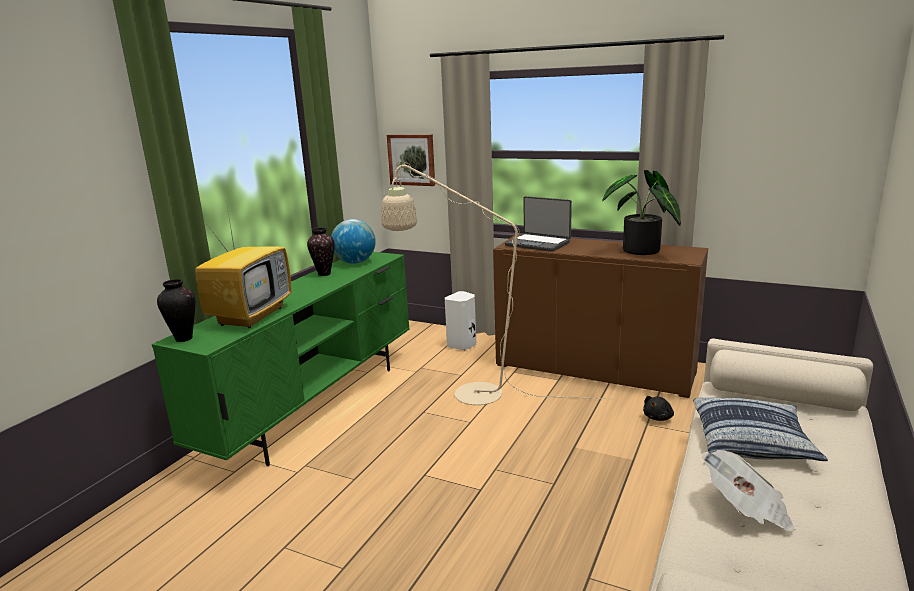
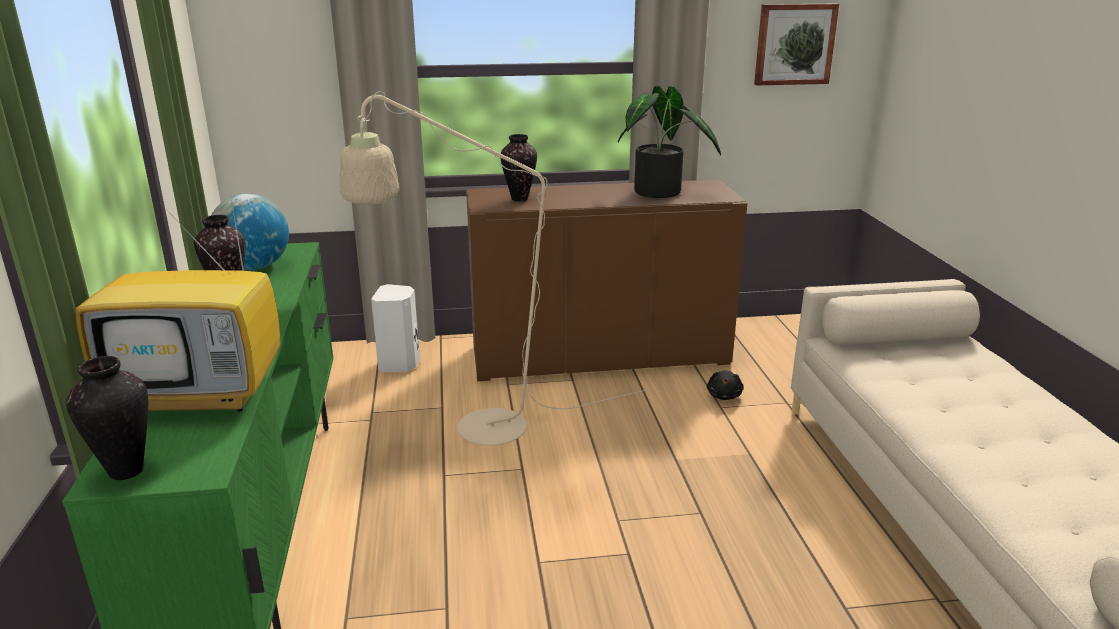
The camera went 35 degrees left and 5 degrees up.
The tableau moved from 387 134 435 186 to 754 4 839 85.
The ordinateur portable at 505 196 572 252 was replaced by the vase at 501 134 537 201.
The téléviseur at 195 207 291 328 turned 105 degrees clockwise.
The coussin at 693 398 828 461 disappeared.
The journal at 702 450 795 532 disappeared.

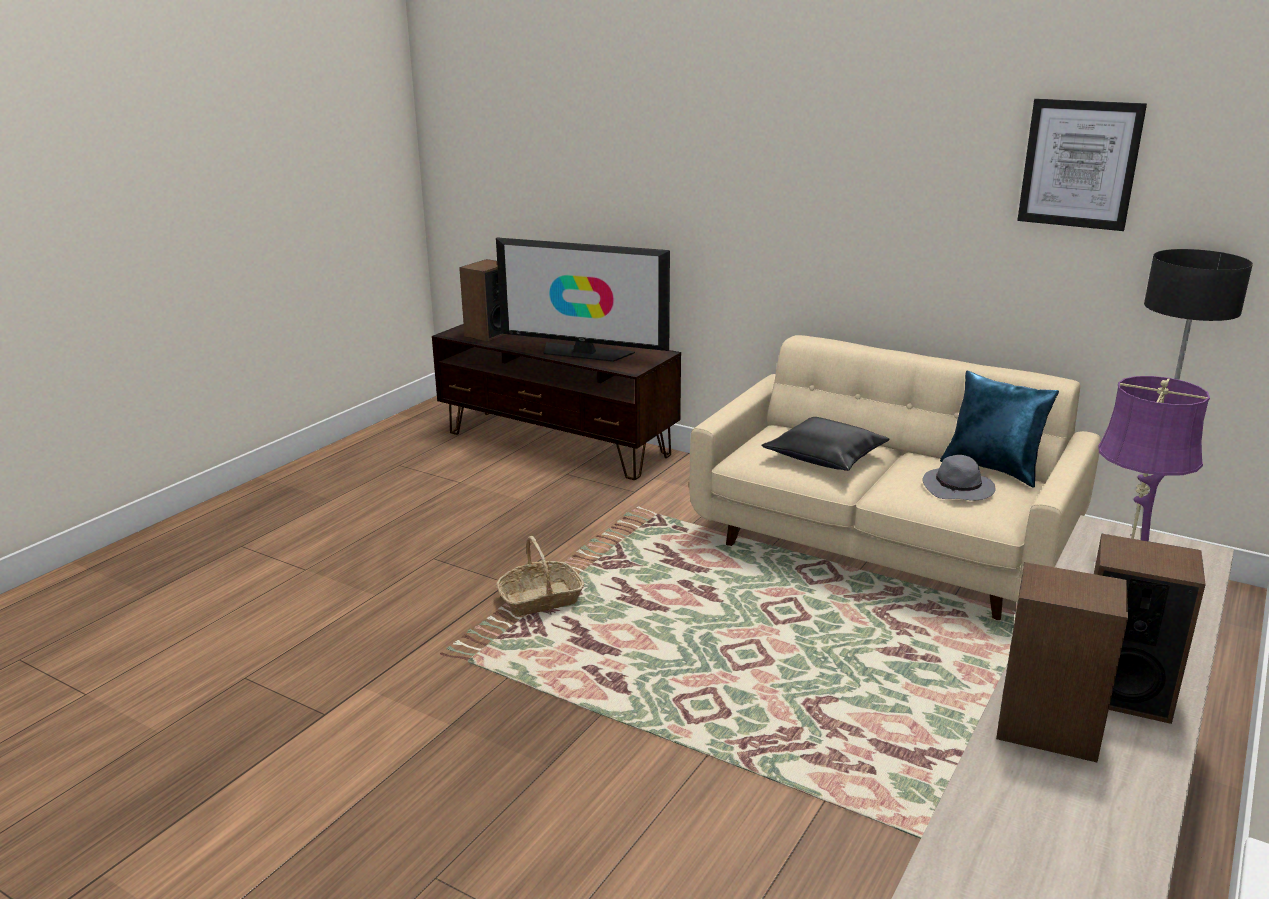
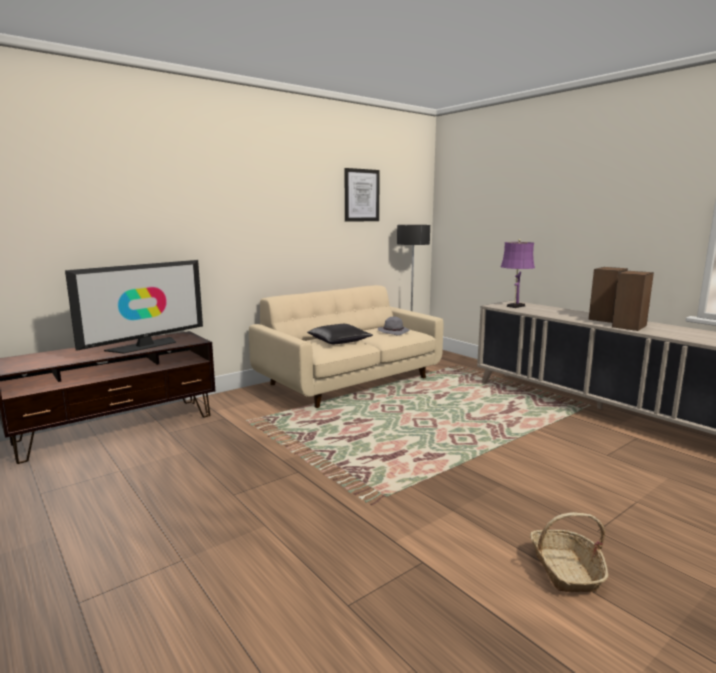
The camera went 70 degrees left and 10 degrees down.
The enceinte at 459 259 506 341 disappeared.
The coussin/bleu at 940 371 1059 488 disappeared.
The panier moved from 496 536 584 616 to 530 512 608 593.

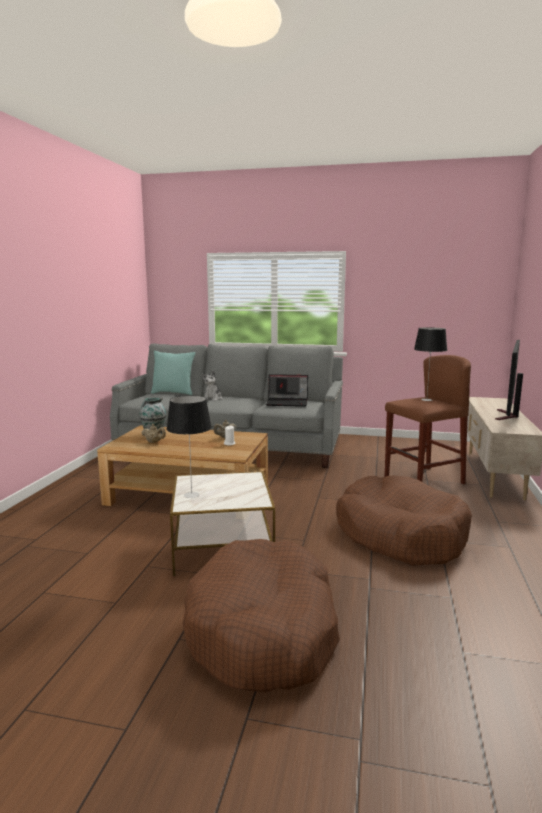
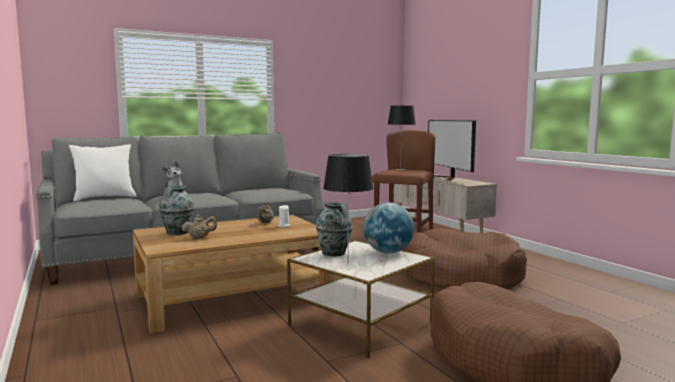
The camera went 40 degrees left and 5 degrees down.
The coussin/turquoise at 151 351 196 395 became the coussin/blanc at 69 144 136 202.
The ordinateur portable at 266 374 308 407 disappeared.
The vase at 316 202 353 257 appeared.
The globe at 363 202 414 254 appeared.

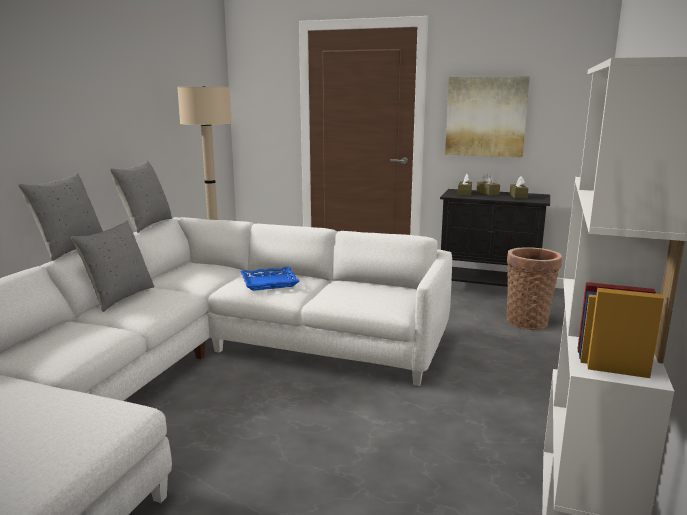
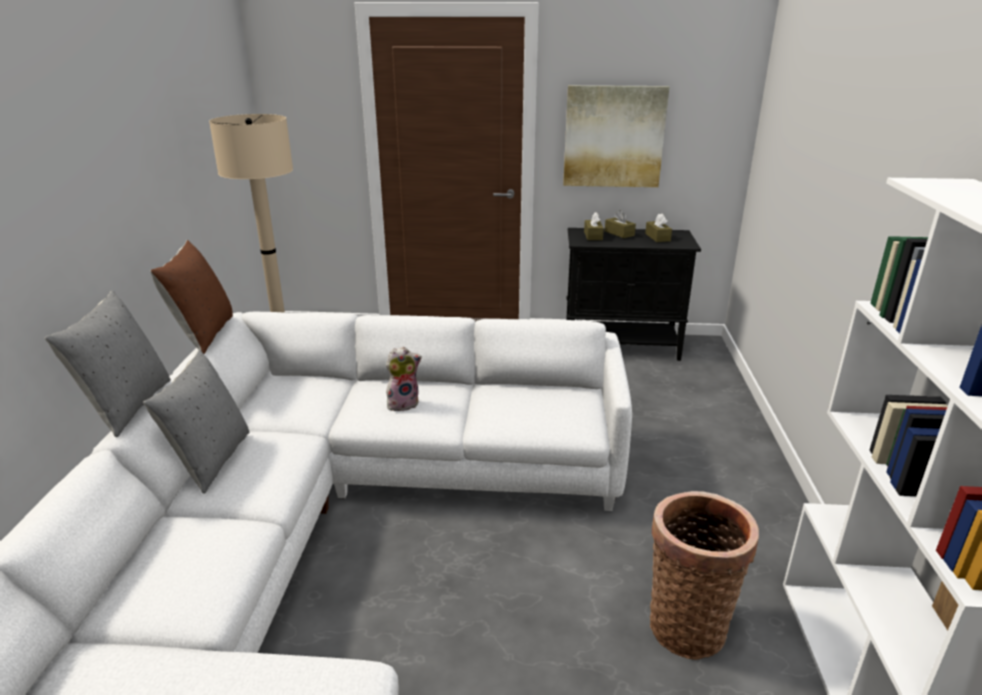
The camera went 15 degrees left and 10 degrees up.
The coussin/gris at 110 161 172 233 became the coussin/marron at 150 240 233 354.
The panier moved from 506 247 562 330 to 650 491 759 660.
The plateau/bleu at 240 267 300 291 was replaced by the peluche at 386 347 422 411.

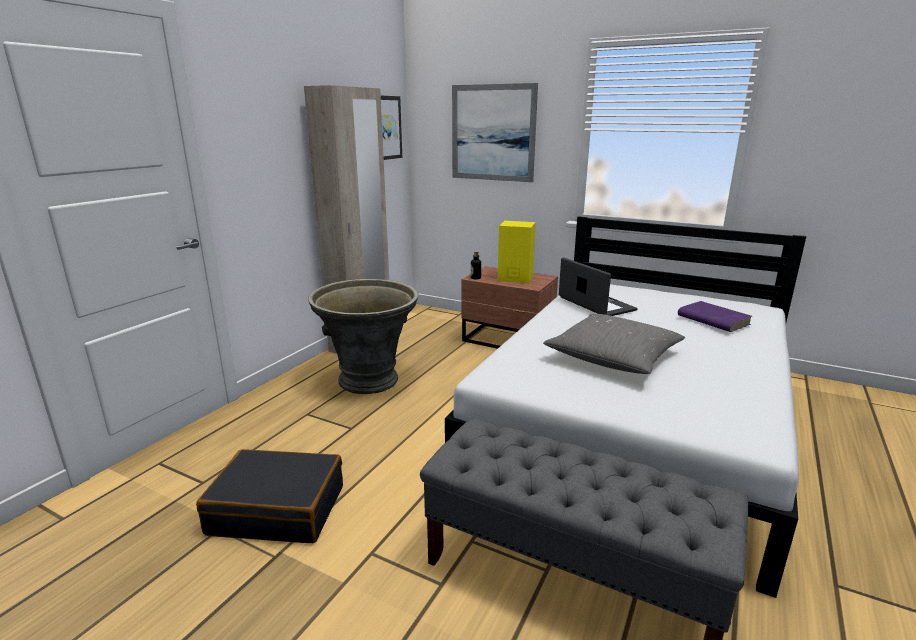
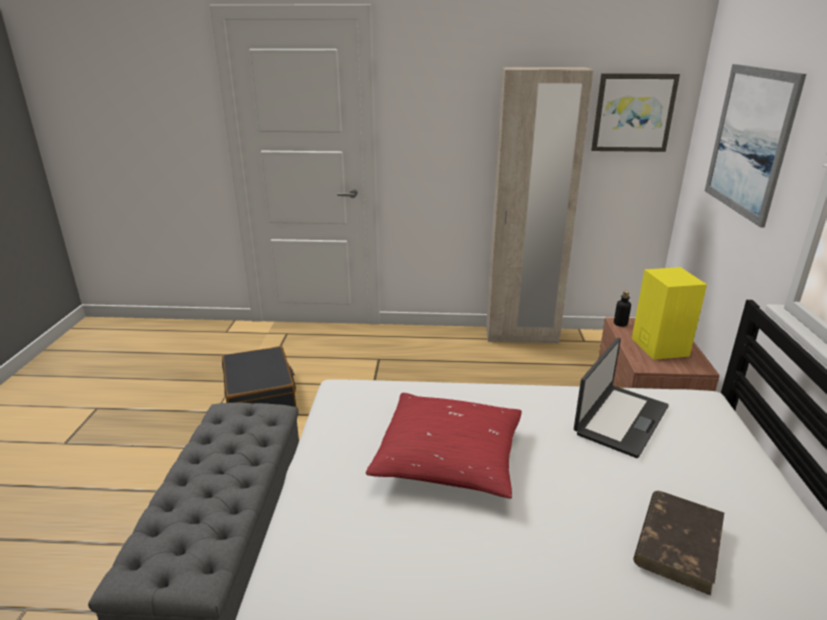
The camera went 65 degrees right and 5 degrees up.
The cache-pot/gris at 308 279 418 394 disappeared.
The livre/violet at 678 301 752 332 became the livre/marron at 633 491 724 596.
The coussin/gris at 543 314 685 374 became the coussin/rouge at 366 393 522 499.

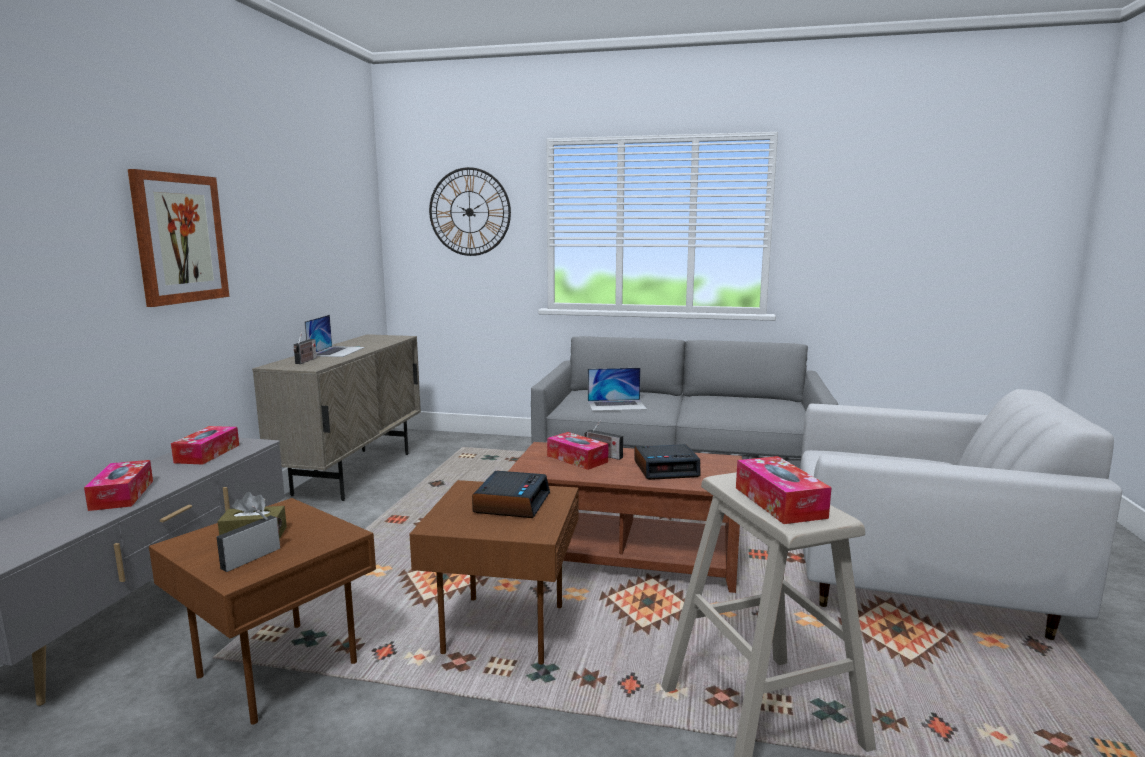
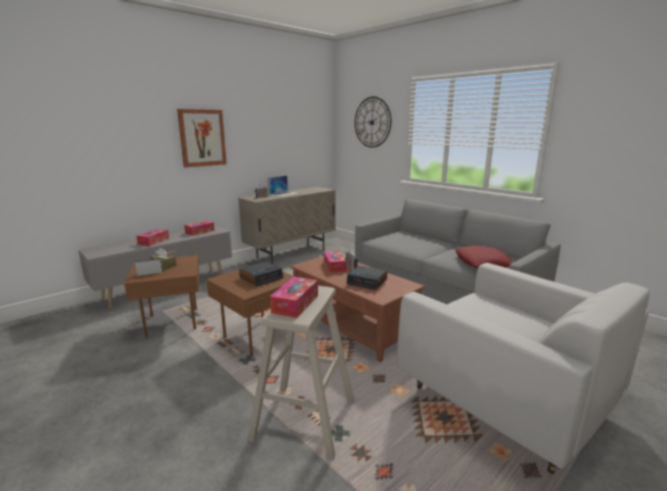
The camera went 35 degrees right and 5 degrees up.
The ordinateur portable at 588 368 647 411 disappeared.
The coussin/rouge at 455 246 513 268 appeared.

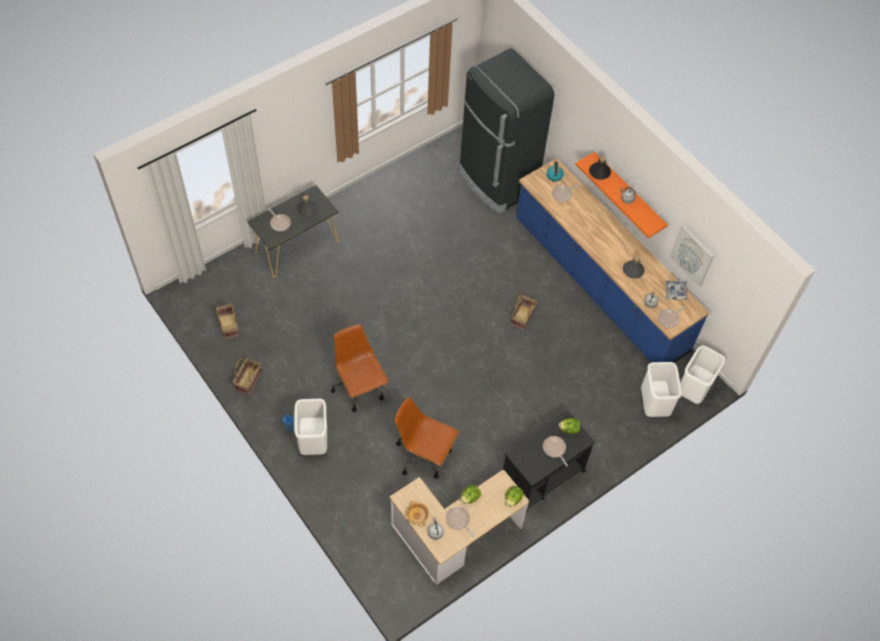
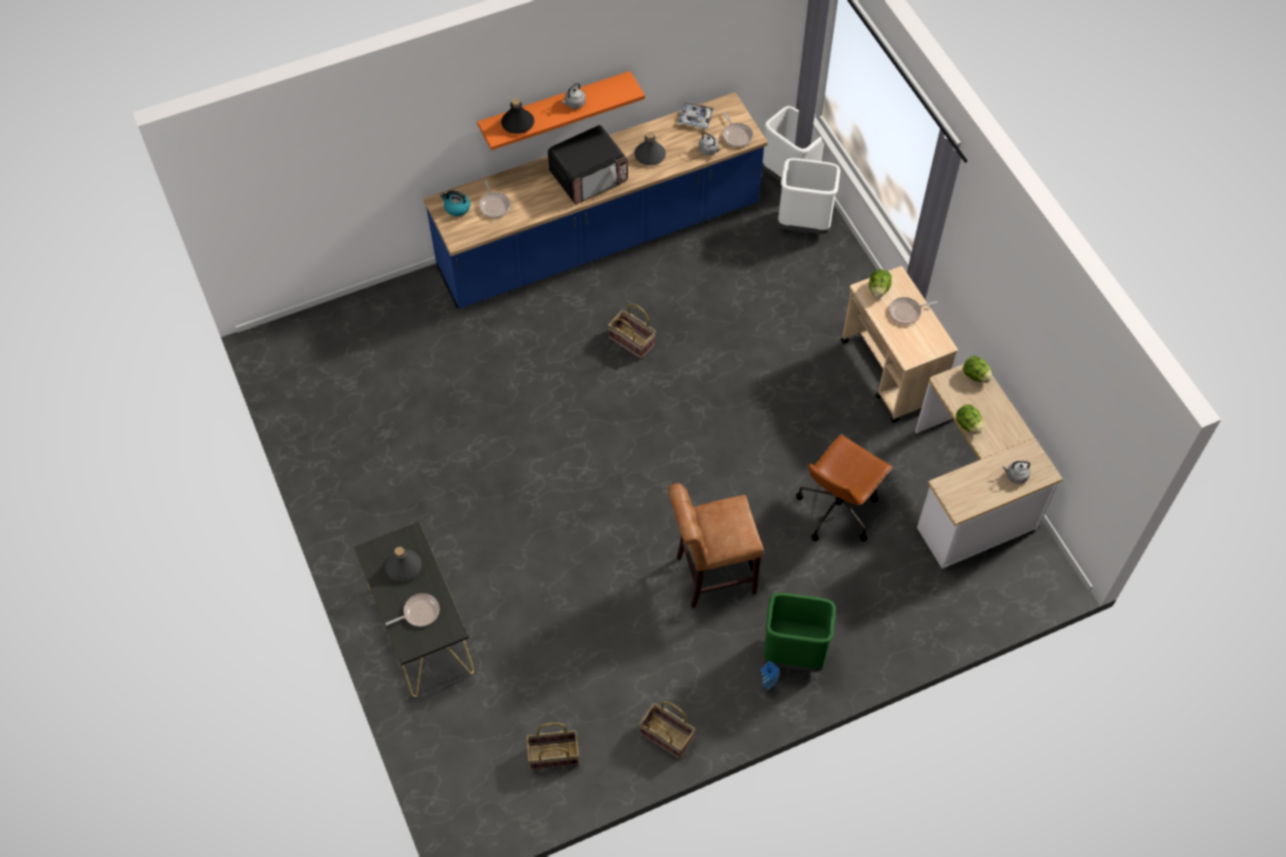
The camera went 75 degrees left and 0 degrees up.
The réfrigérateur/noir at 459 48 554 214 disappeared.
The tableau at 670 225 714 287 disappeared.
The chaise de bureau/marron at 331 324 388 412 was replaced by the tabouret/marron at 669 483 764 608.
The poubelle/blanc at 294 399 328 457 became the poubelle/vert at 763 593 836 672.
The chariot/noir at 503 411 595 513 became the chariot/beige at 841 266 958 423.
The bol/beige at 406 501 429 527 disappeared.
The poêle at 446 507 475 537 disappeared.
The micro-ondes at 548 125 628 204 appeared.

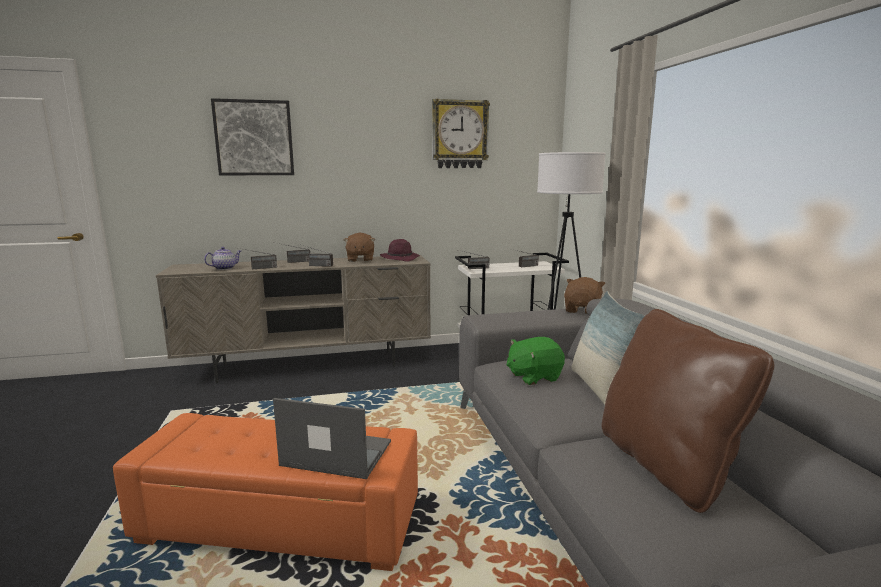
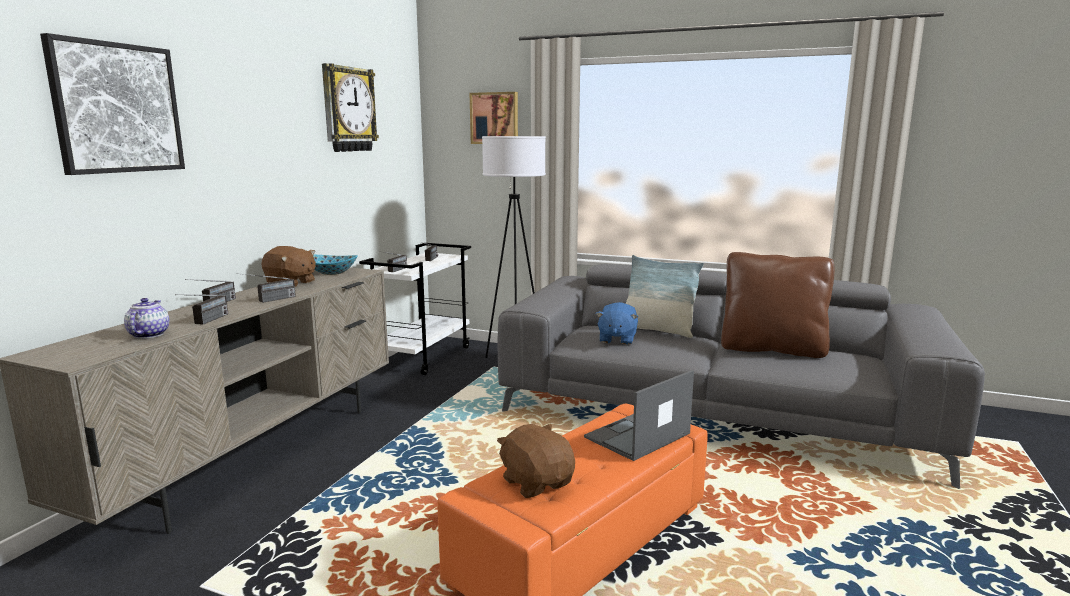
The camera went 55 degrees left and 0 degrees up.
The chapeau/violet at 380 239 420 262 was replaced by the bol at 313 255 358 275.
The peluche/marron moved from 564 277 606 314 to 497 424 575 498.
The peluche/vert at 506 337 565 385 became the peluche/bleu at 596 302 638 345.
The tableau at 470 92 518 144 appeared.

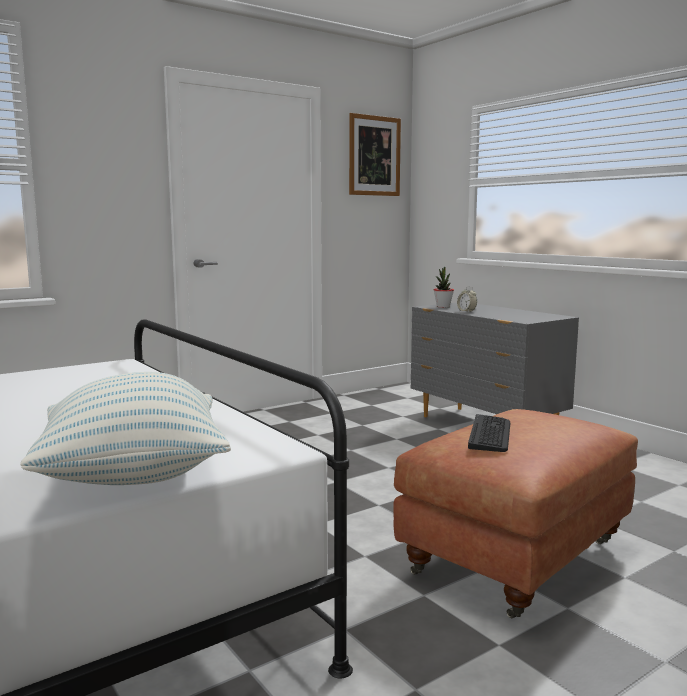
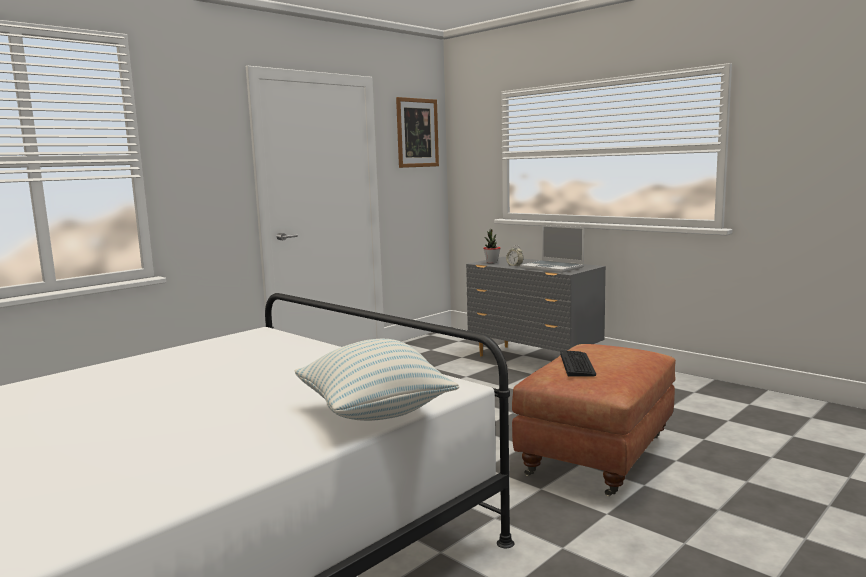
The camera went 10 degrees left and 0 degrees up.
The ordinateur portable at 520 225 584 273 appeared.

